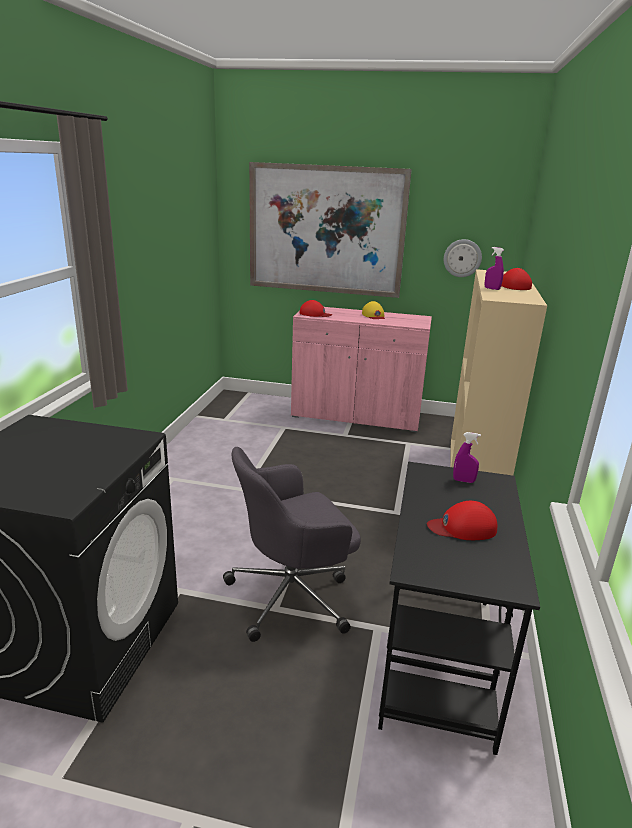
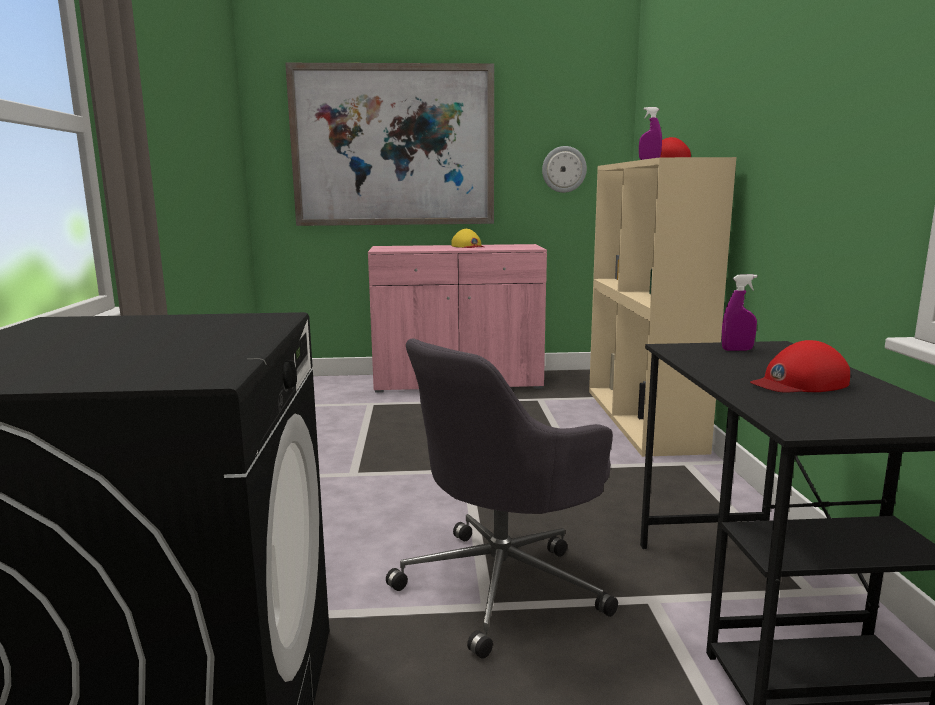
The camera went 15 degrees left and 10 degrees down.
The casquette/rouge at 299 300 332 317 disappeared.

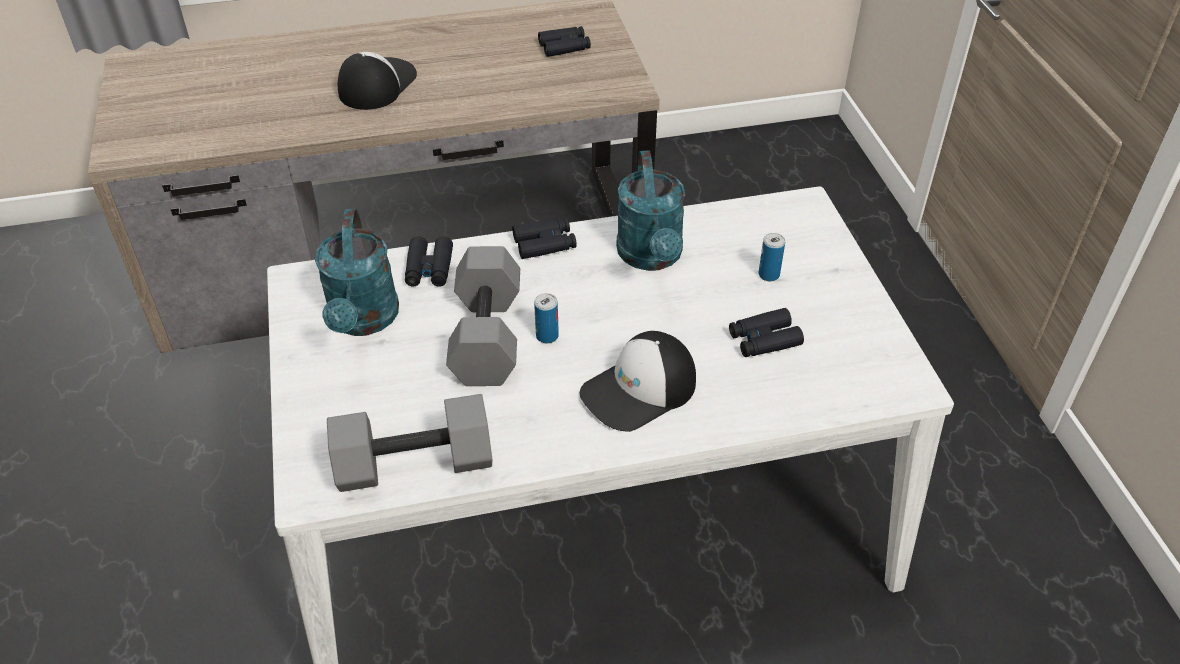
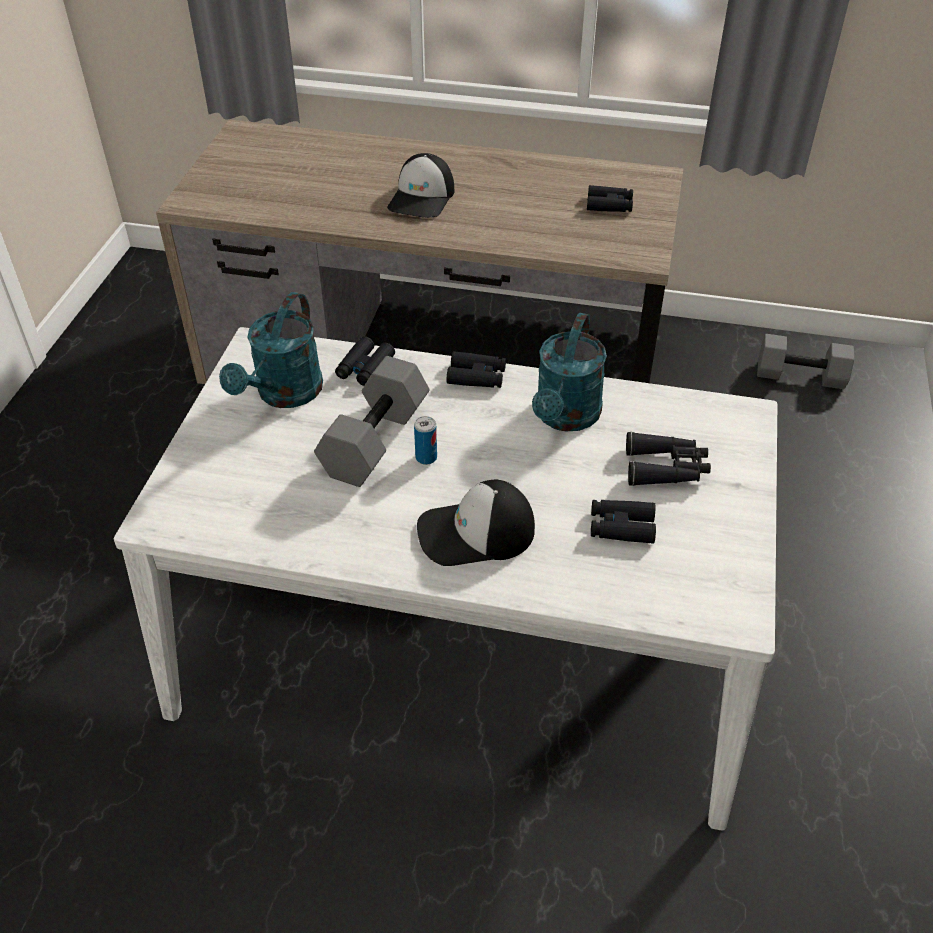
The camera went 25 degrees right and 0 degrees up.
The casquette at 338 52 417 110 turned 150 degrees clockwise.
The boîte métallique at 758 233 785 281 was replaced by the jumelles/noir at 626 432 711 486.
The haltère/gris moved from 327 394 492 492 to 757 334 854 389.

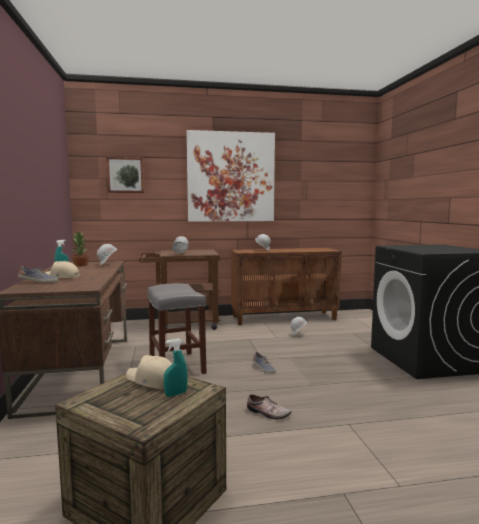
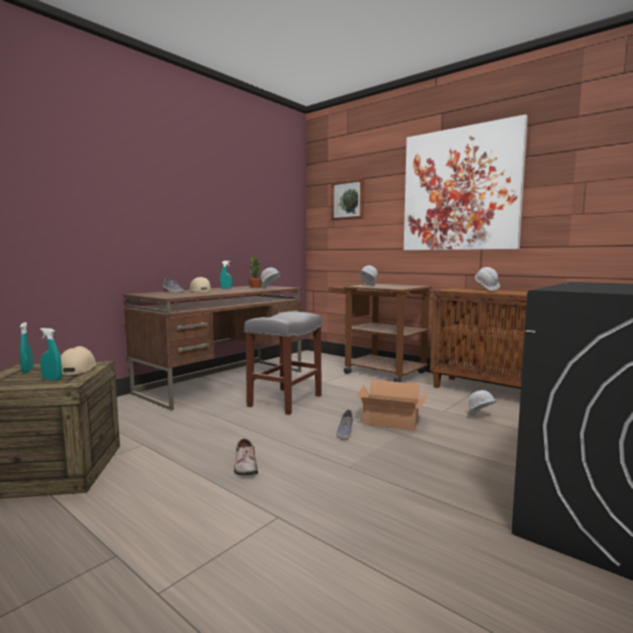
The camera went 50 degrees right and 0 degrees up.
The vaporisateur/turquoise at 20 322 33 373 appeared.
The carton at 357 380 427 431 appeared.

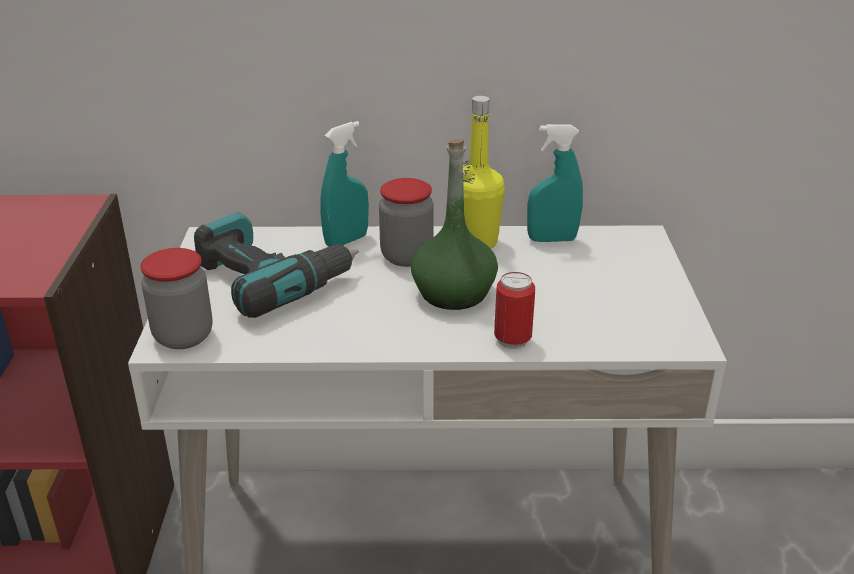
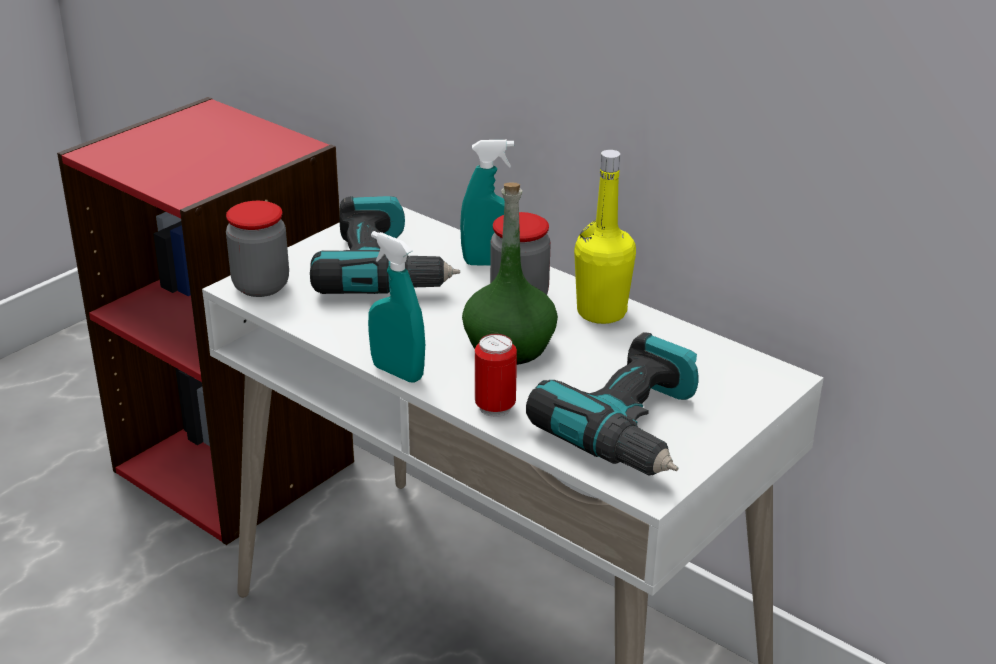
The camera went 40 degrees right and 0 degrees up.
The vaporisateur/turquoise moved from 527 124 583 242 to 368 231 425 383.
The perceuse at 526 332 699 476 appeared.

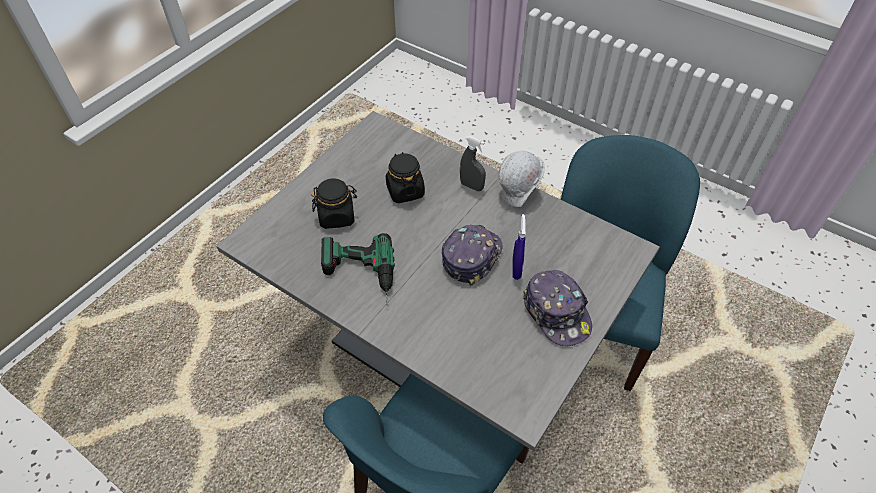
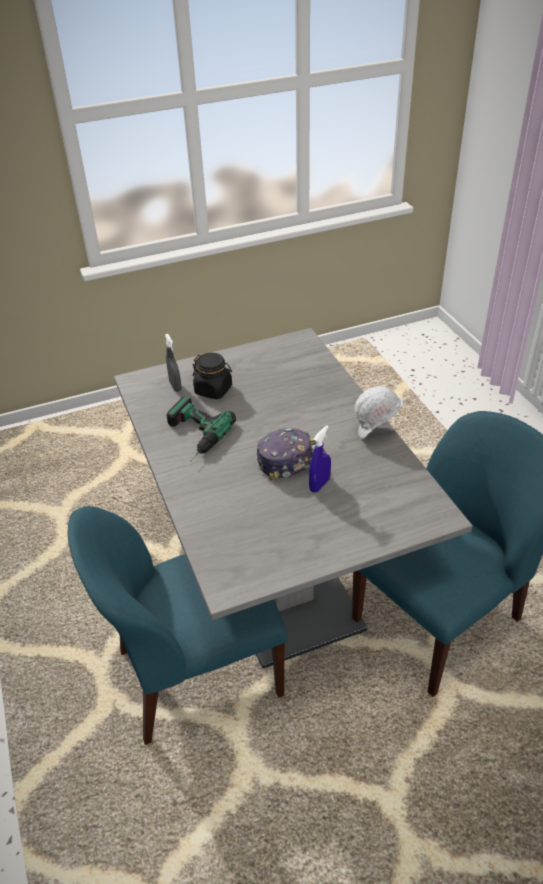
The camera went 35 degrees right and 10 degrees down.
The vaporisateur/gris moved from 460 136 486 191 to 165 334 182 392.
The bocal/noir at 386 152 425 203 disappeared.
The casquette at 523 270 592 346 disappeared.

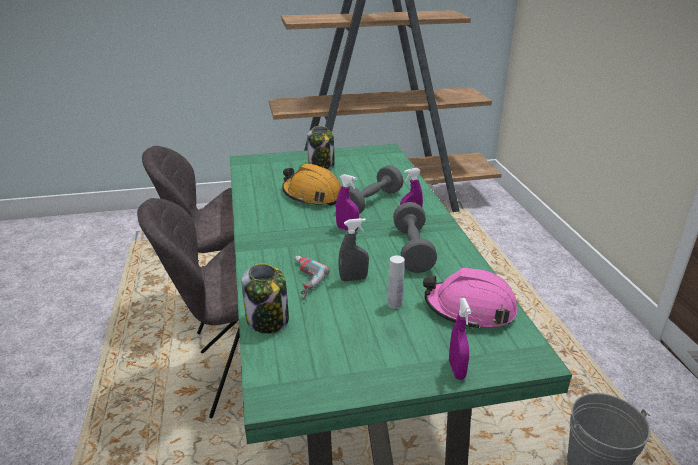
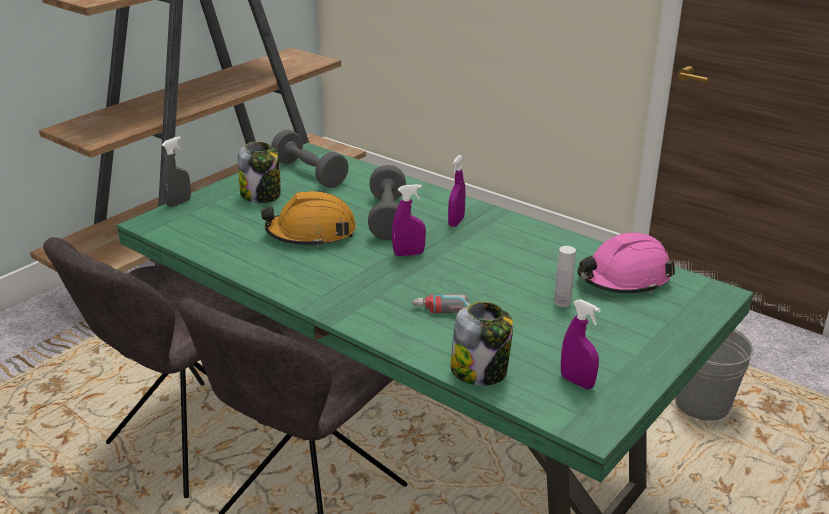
The camera went 40 degrees left and 0 degrees up.
The haltère/gris moved from 393 202 437 273 to 271 130 349 188.
The vaporisateur/gris moved from 338 218 369 281 to 162 136 191 207.
The vaporisateur/violet moved from 449 298 471 380 to 561 299 601 389.

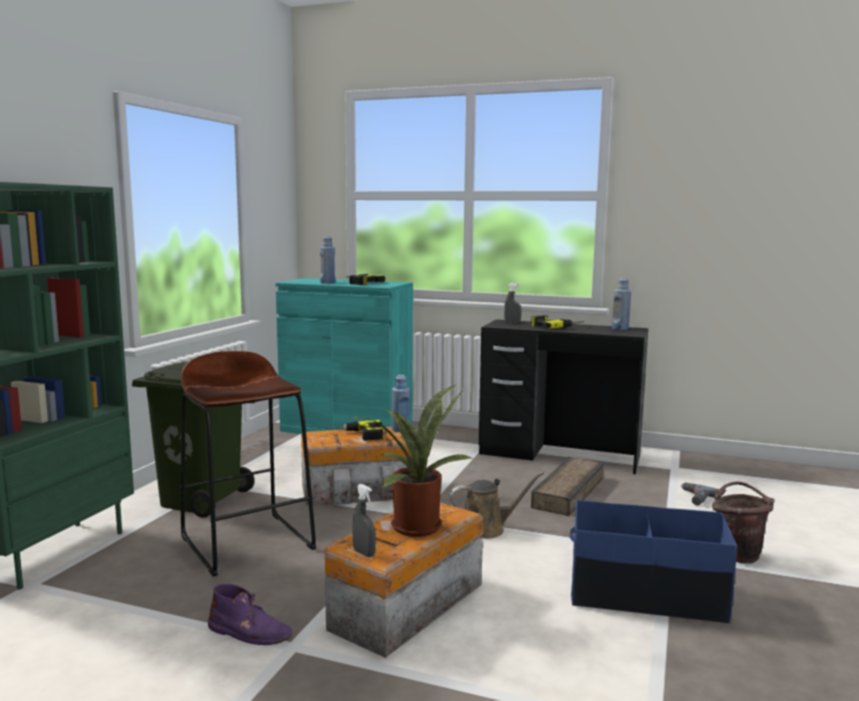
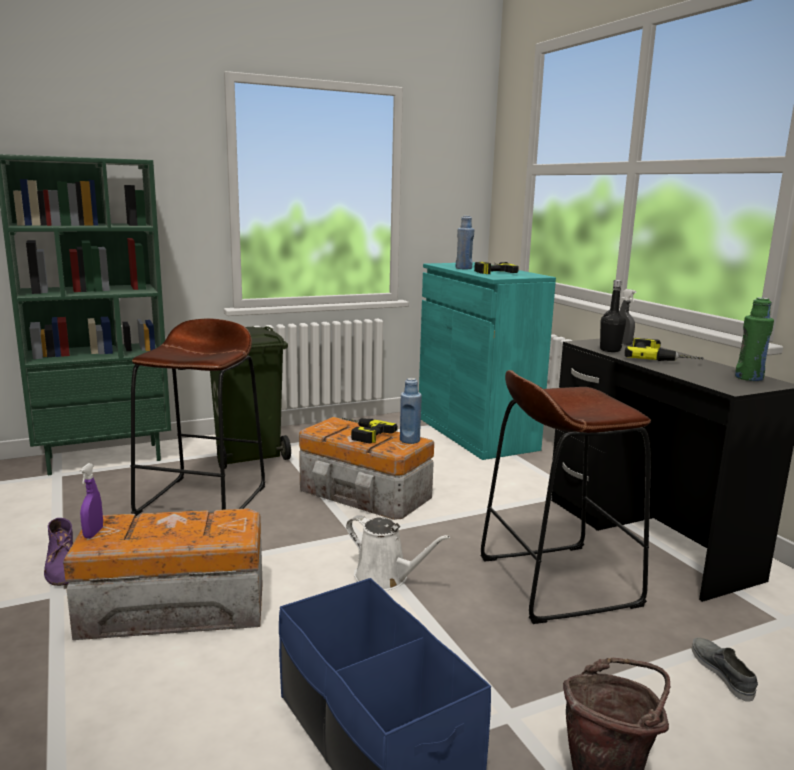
The camera went 45 degrees right and 5 degrees up.
The bouteille/bleu at 612 278 631 330 became the bouteille/vert at 735 297 774 381.
The plante en pot at 350 385 473 537 disappeared.
The caisse at 531 457 604 516 was replaced by the tabouret/marron at 481 370 651 624.
The arrosoir/marron at 449 472 544 539 became the arrosoir/blanc at 346 515 450 591.
The perceuse at 681 483 718 506 was replaced by the chaussure/gris at 692 638 758 702.
The vaporisateur/gris at 352 484 376 557 became the vaporisateur/violet at 79 463 103 538.
The bouteille/noir at 600 280 626 352 appeared.

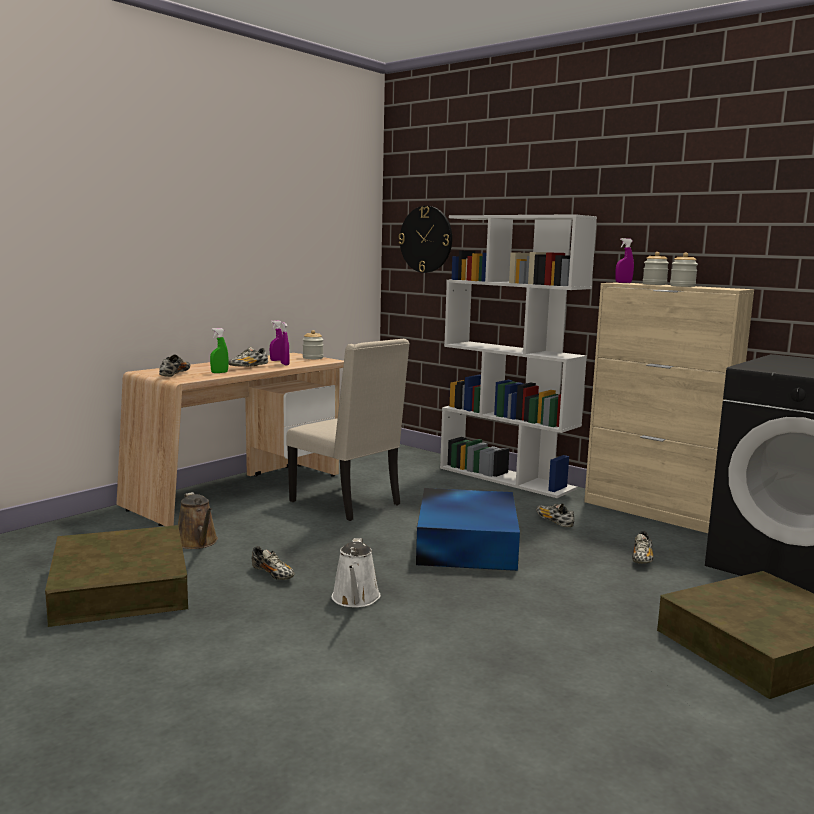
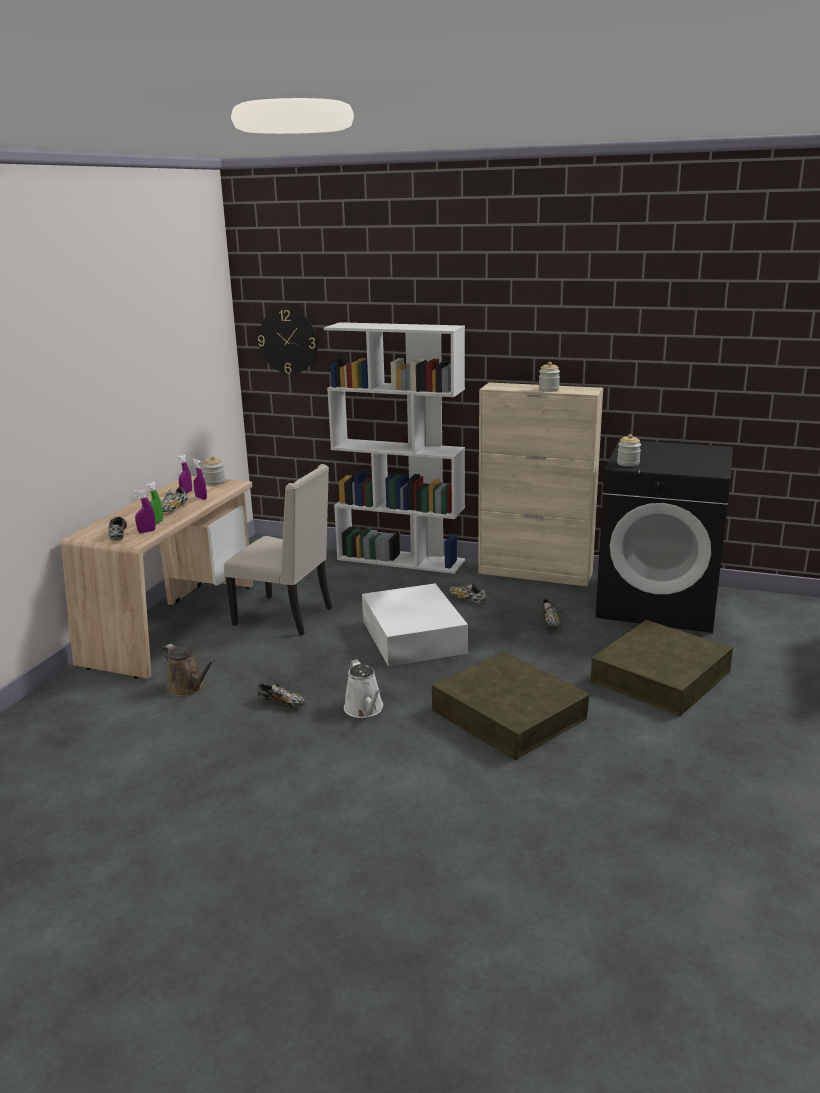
The camera went 20 degrees left and 10 degrees up.
The vaporisateur/violet moved from 615 238 634 283 to 134 489 156 533.
The bocal moved from 643 252 669 285 to 617 434 641 467.
The boîte de rangement/bleu at 416 488 520 571 became the boîte de rangement/blanc at 362 583 468 667.
The boîte de rangement/marron moved from 45 525 188 627 to 432 651 589 760.

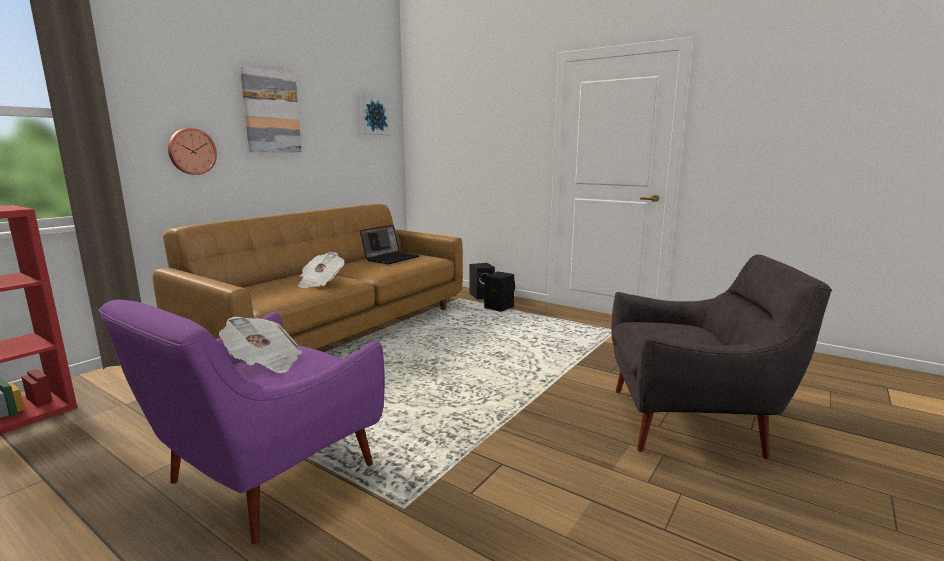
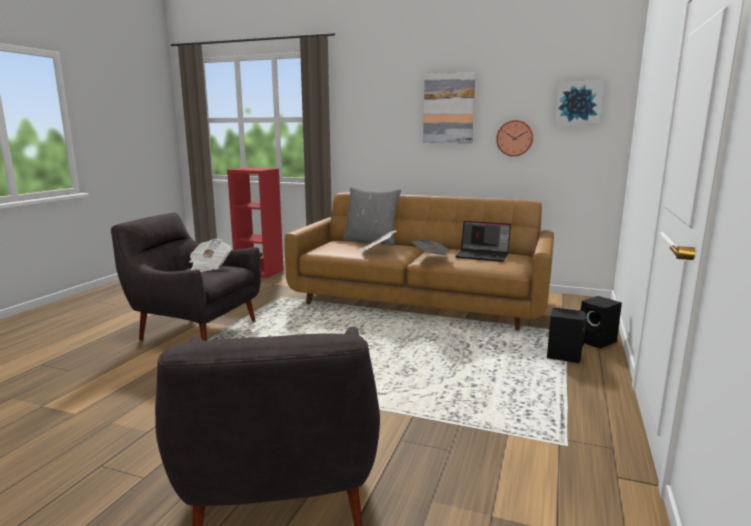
The camera went 75 degrees right and 0 degrees up.
The horloge murale moved from 168 128 217 175 to 496 120 533 157.
The fauteuil/violet at 98 300 385 545 became the fauteuil/gris at 111 213 261 341.
The coussin/gris at 342 187 401 245 appeared.
The journal at 411 240 450 255 appeared.

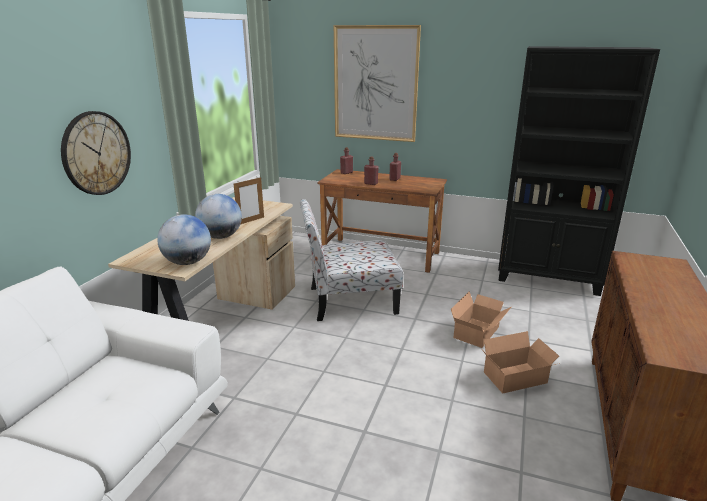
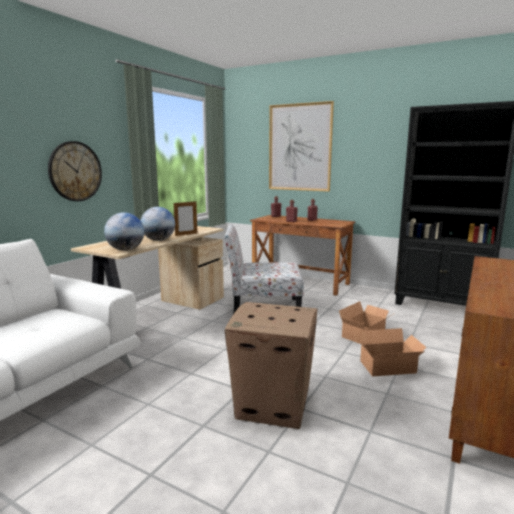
The camera went 10 degrees right and 10 degrees down.
The carton at 225 302 317 429 appeared.

